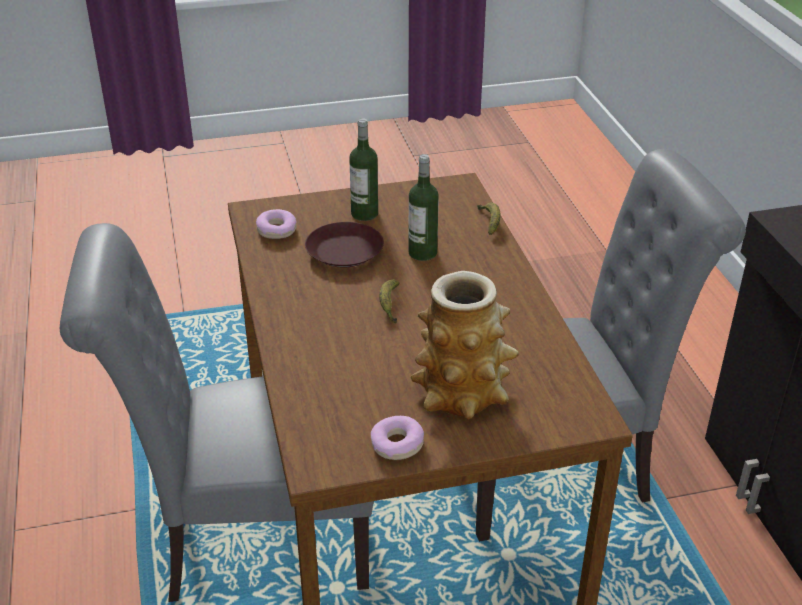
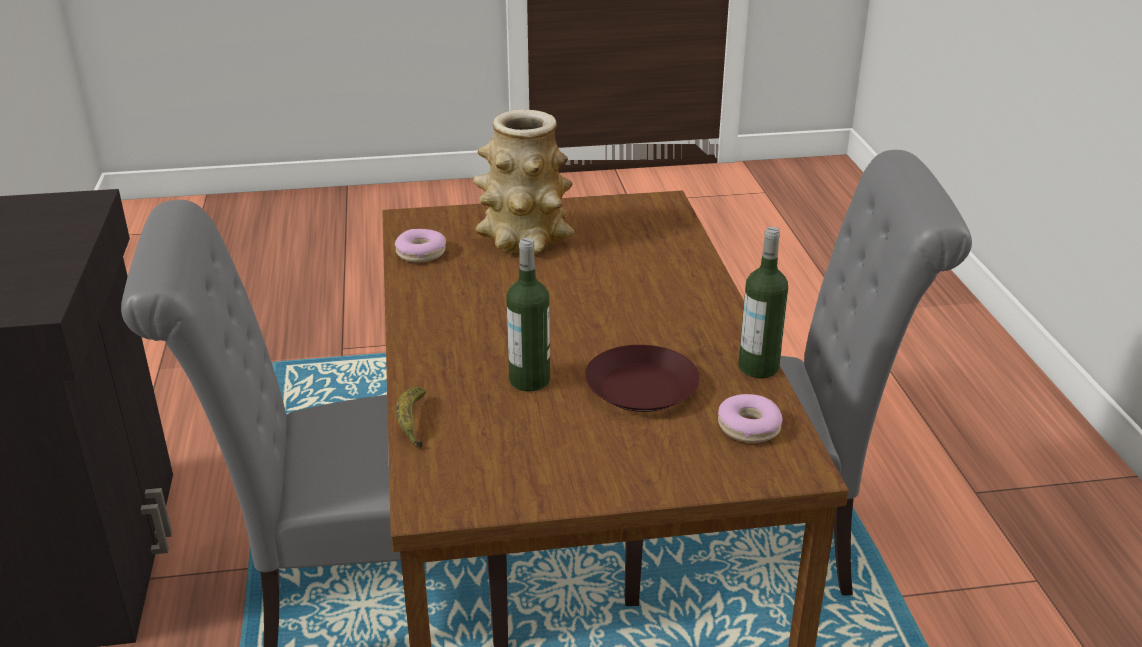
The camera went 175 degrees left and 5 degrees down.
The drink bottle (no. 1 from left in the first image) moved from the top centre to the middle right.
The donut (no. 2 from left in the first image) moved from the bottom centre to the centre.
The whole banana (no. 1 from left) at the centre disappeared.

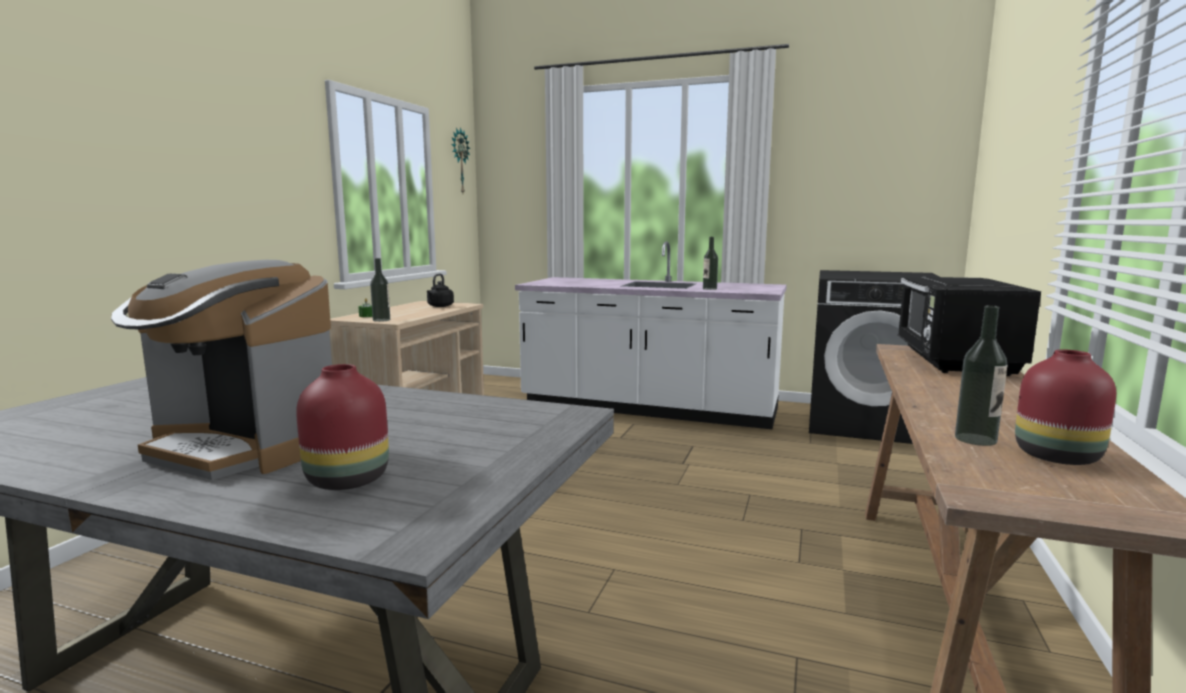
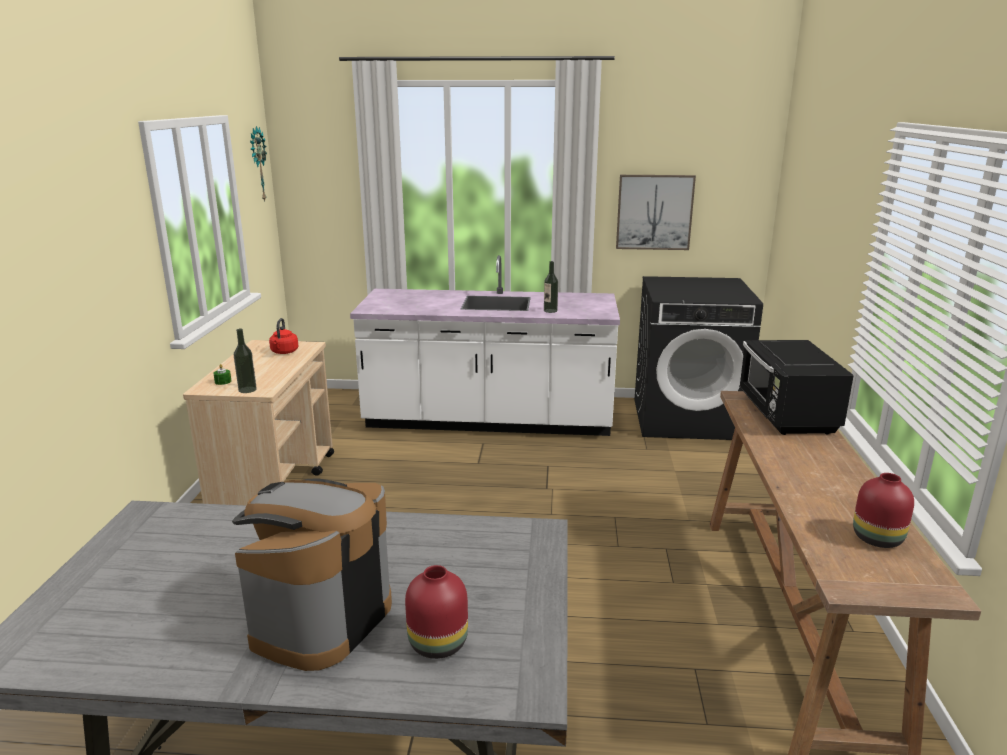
The camera went 15 degrees left and 10 degrees up.
The coffee machine at the middle left turned 105 degrees clockwise.
The black-coloured water kettle at the centre became the reddish water kettle at the middle left.
The drink bottle (no. 3 from left) at the middle right disappeared.
The picture at the top centre appeared.

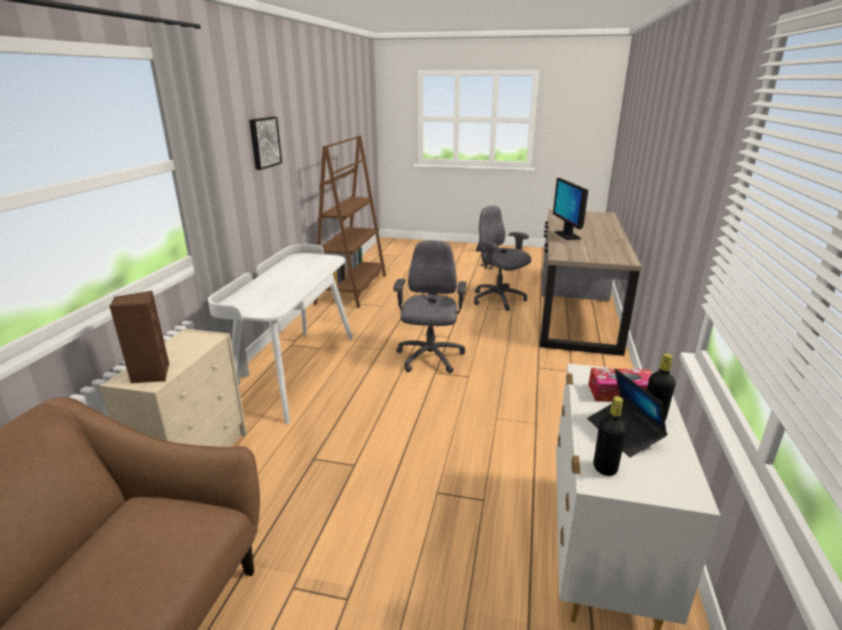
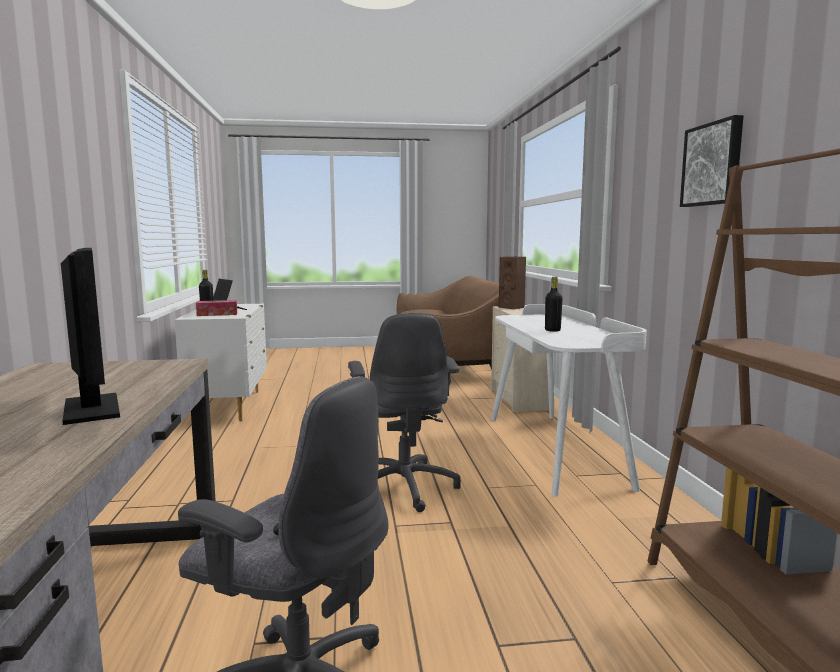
The camera went 160 degrees right and 15 degrees down.
The black-coloured drink bottle (no. 1 from left in the first image) moved from the bottom right to the centre.

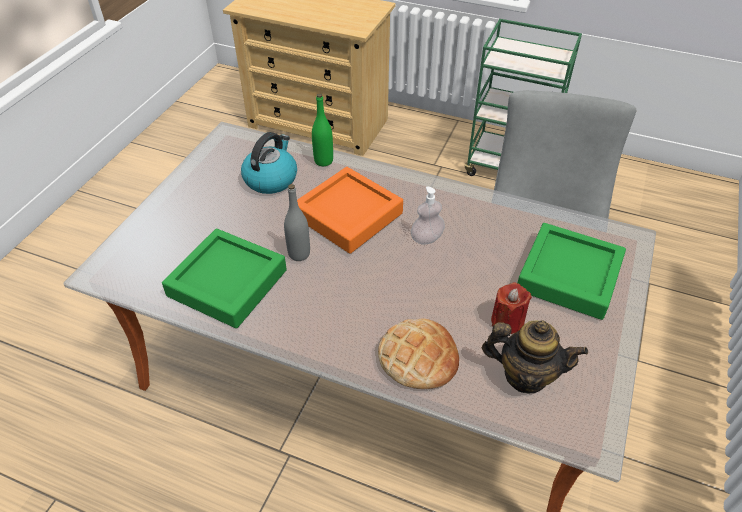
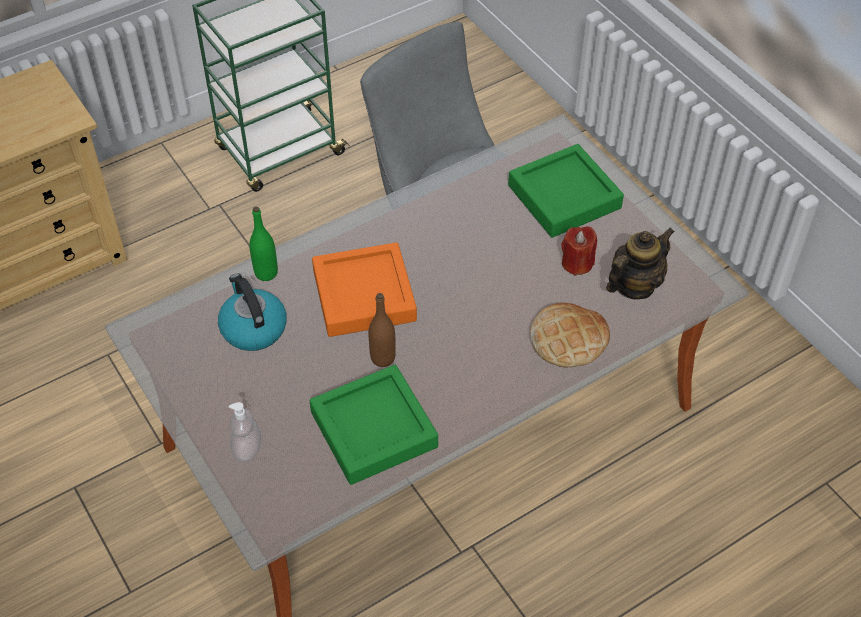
The camera went 55 degrees left and 5 degrees up.
The gray drink bottle at the centre became the brownish drink bottle at the centre.
The liquid soap bottle moved from the centre to the bottom left.

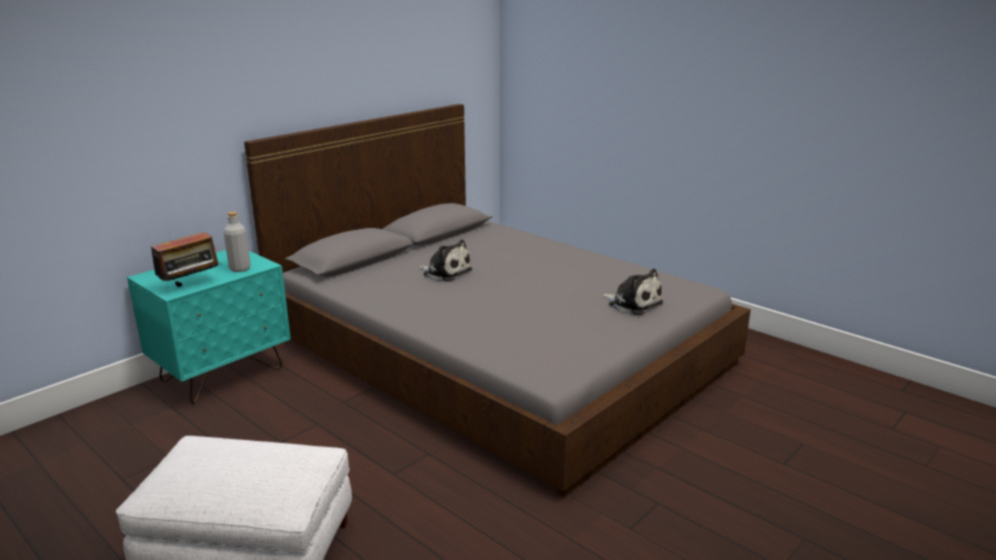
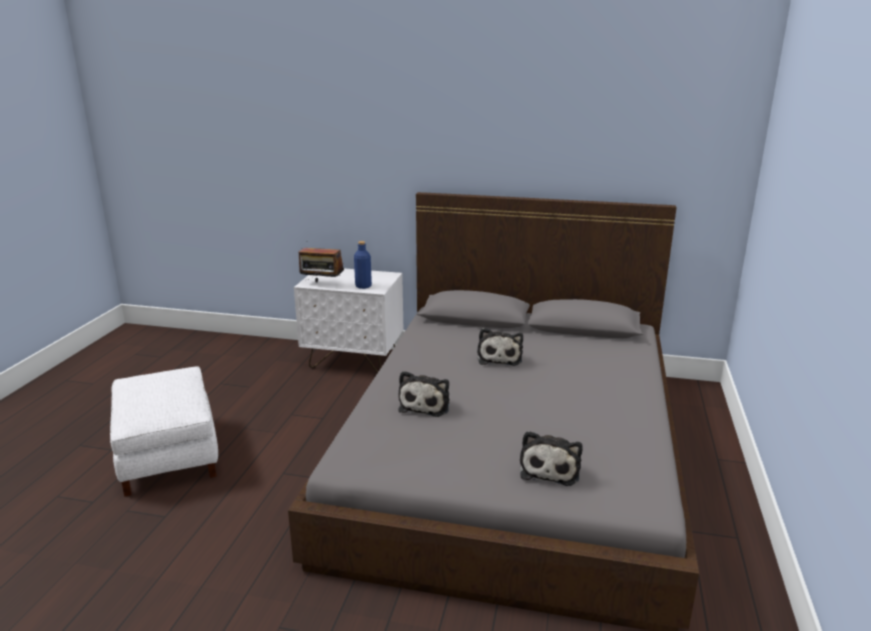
The camera went 60 degrees right and 0 degrees up.
The turquoise night table at the middle left became the white night table at the centre.
The gray drink bottle at the middle left became the bluish drink bottle at the centre.
The cuddly toy (no. 1 from left) at the centre appeared.

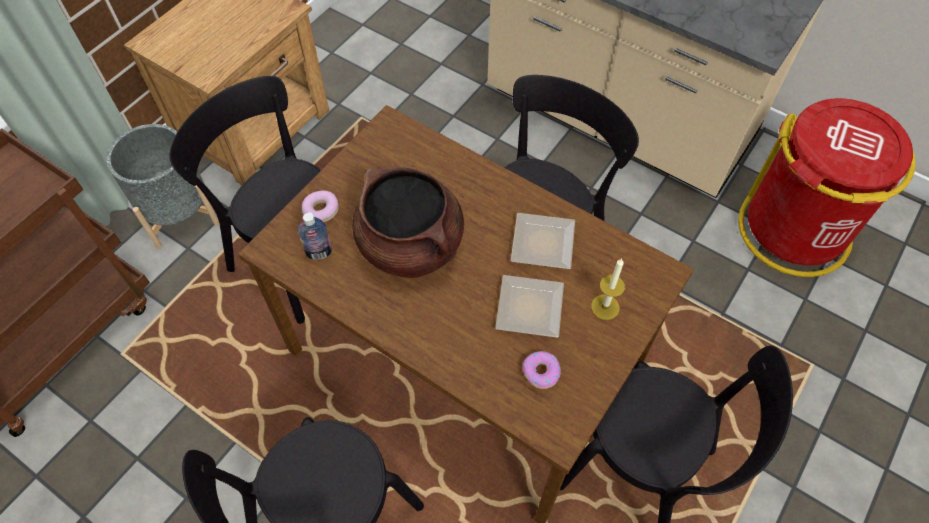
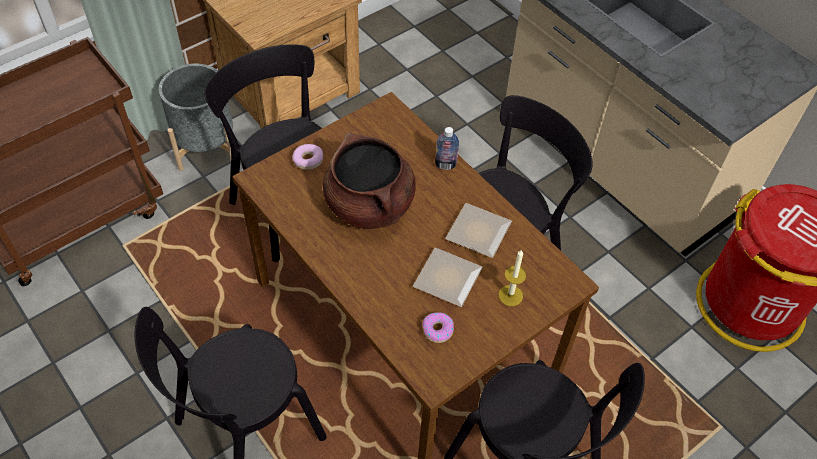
The camera went 15 degrees right and 5 degrees down.
The drink bottle moved from the centre to the top centre.

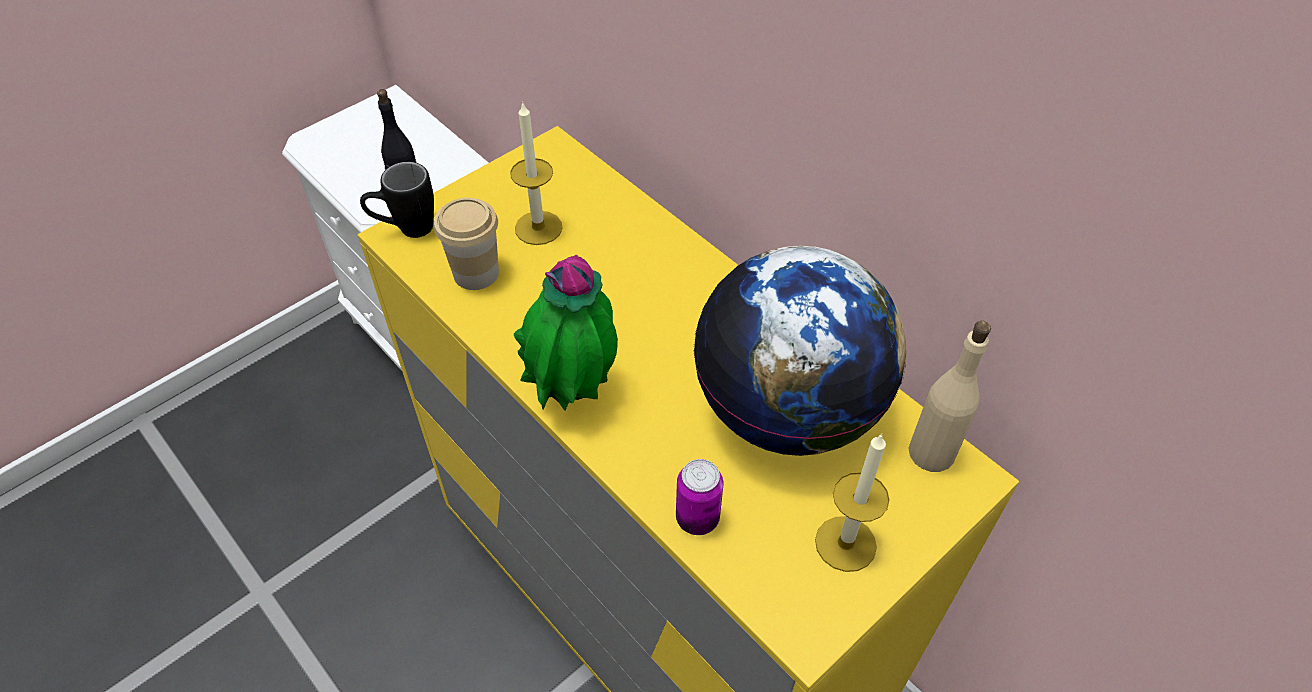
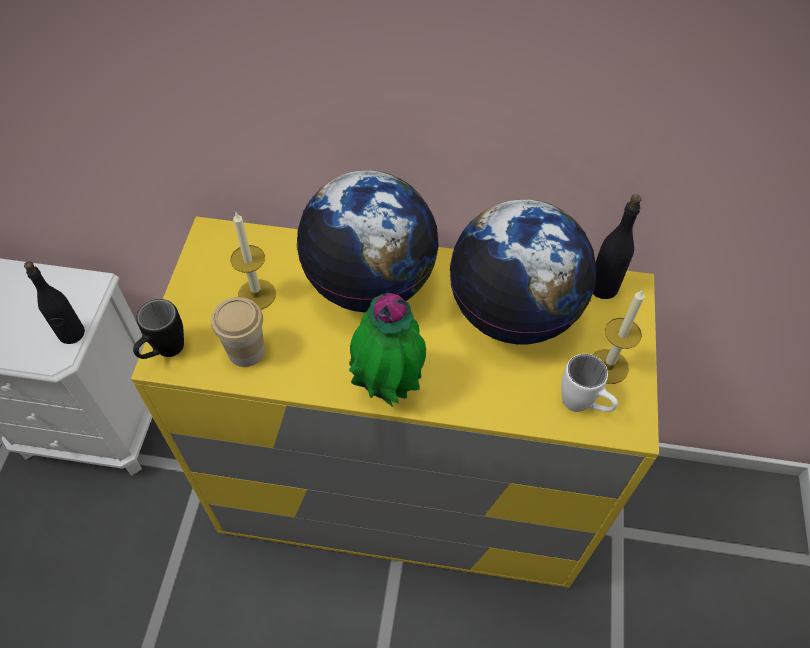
The camera went 40 degrees left and 5 degrees up.
The metal can at the bottom centre disappeared.
The sand-coloured drink bottle at the middle right became the black-coloured drink bottle (no. 2 from left) at the middle right.
The world globe (no. 1 from left) at the centre appeared.
The white coffee mug at the middle right appeared.

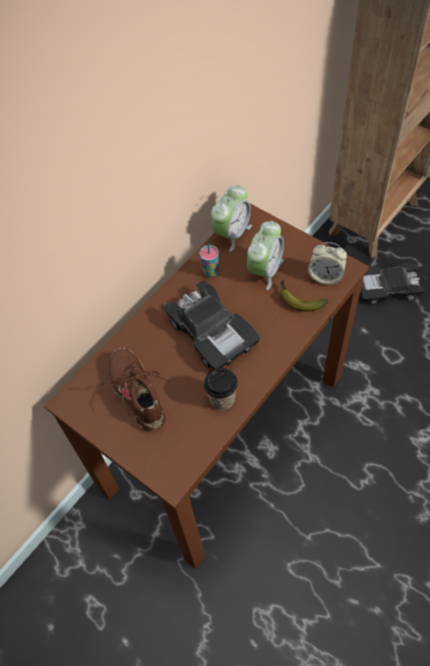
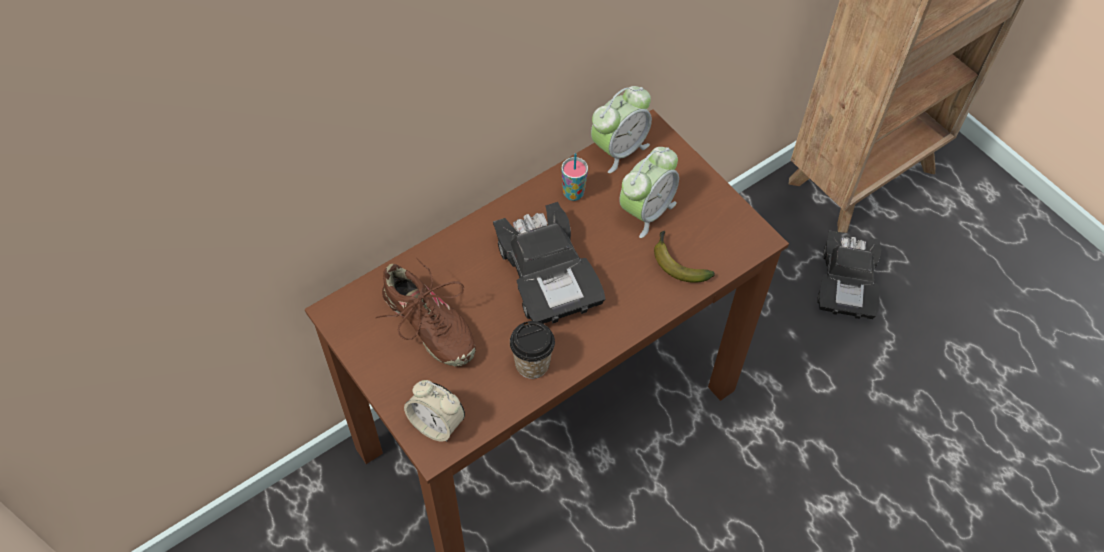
The camera went 10 degrees right and 0 degrees up.
The brownish item of footwear at the middle left turned 150 degrees clockwise.
The bedside clock (no. 3 from left in the first image) moved from the middle right to the bottom centre.
The black-coloured model car (no. 2 from left) at the middle right turned 90 degrees counterclockwise.

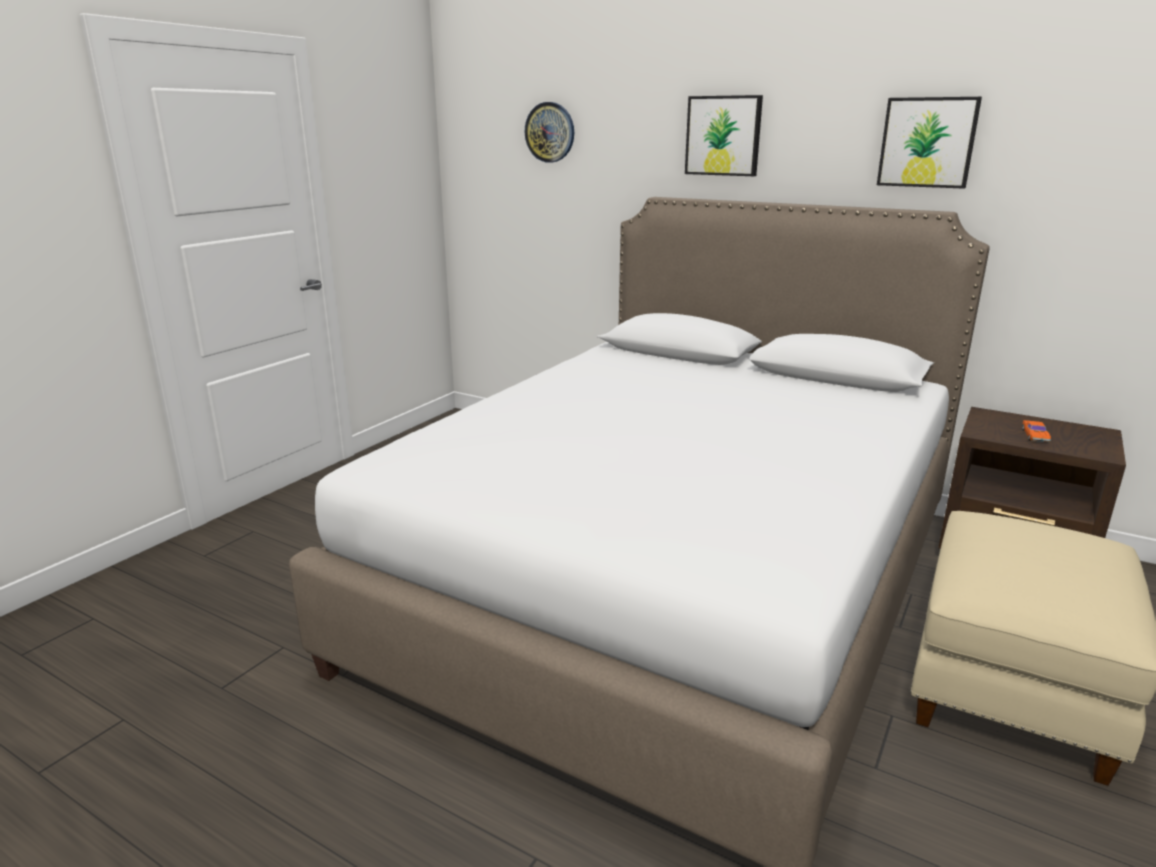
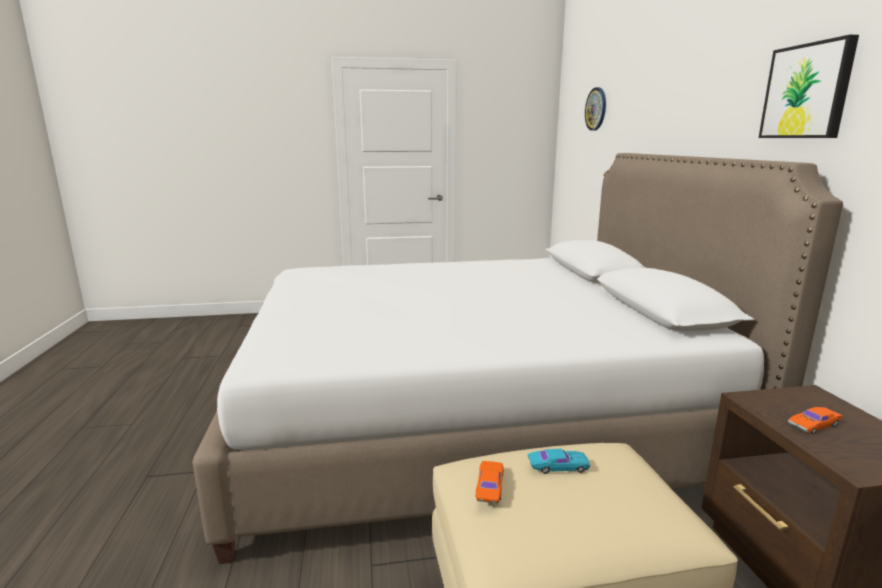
The camera went 50 degrees right and 5 degrees down.
The picture (no. 1 from left) at the top centre disappeared.
The orangey model car (no. 1 from left) at the bottom centre appeared.
The turquoise model car at the bottom centre appeared.

